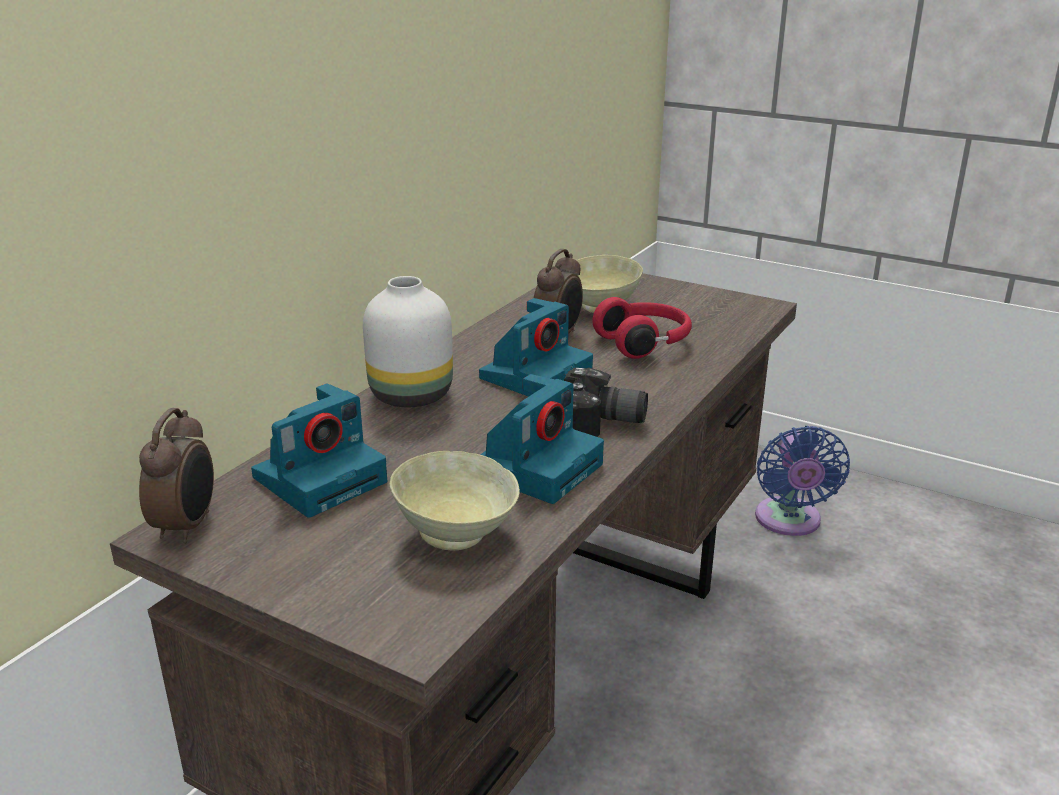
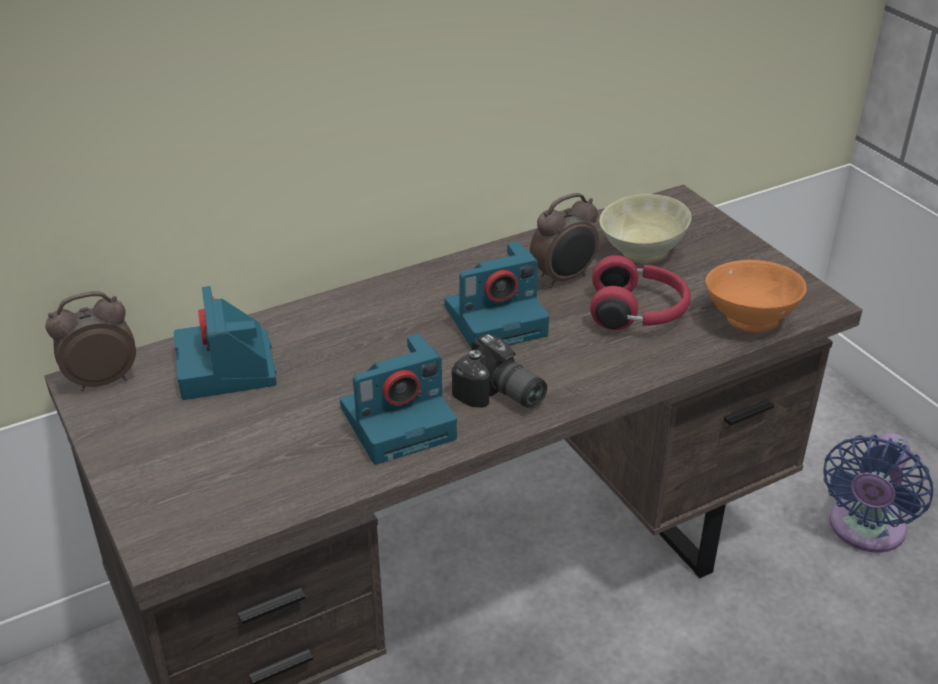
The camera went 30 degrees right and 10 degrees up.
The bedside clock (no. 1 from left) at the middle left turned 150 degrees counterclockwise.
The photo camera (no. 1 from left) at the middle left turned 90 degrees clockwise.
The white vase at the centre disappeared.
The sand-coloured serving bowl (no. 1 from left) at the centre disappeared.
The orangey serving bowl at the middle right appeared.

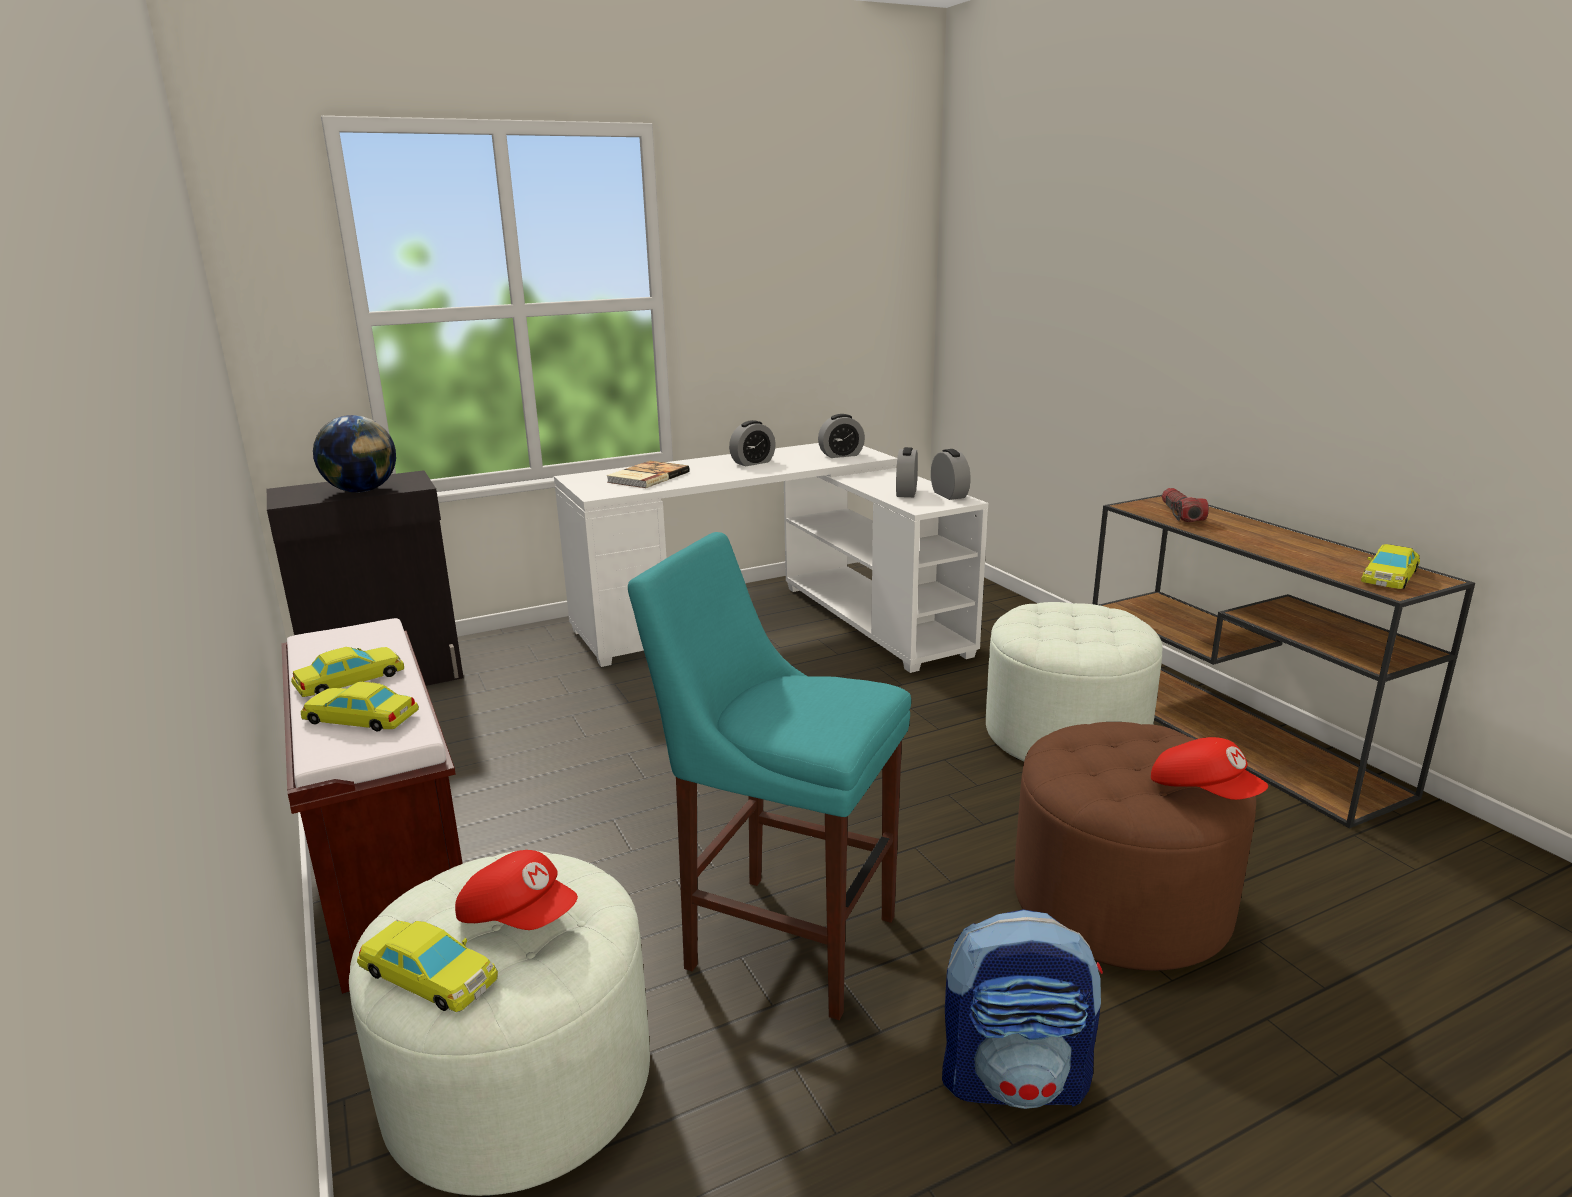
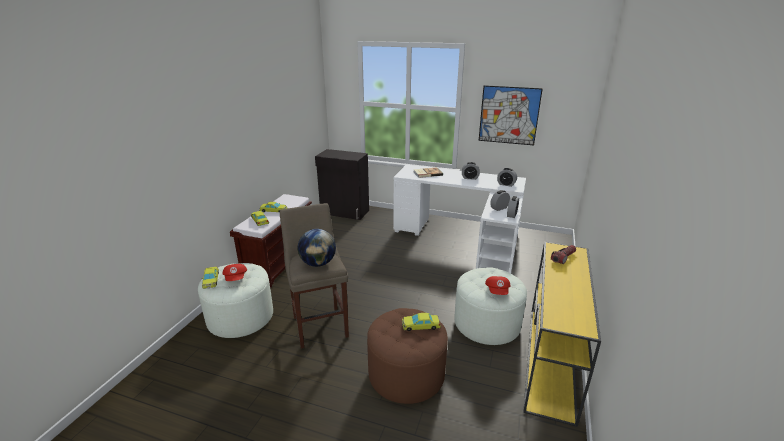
The camera went 45 degrees right and 5 degrees up.
The world globe moved from the middle left to the centre.
The turquoise sitting stool at the centre became the sand-coloured sitting stool at the centre.
The backpack at the bottom centre disappeared.
The brownish console table at the middle right became the yellow-coloured console table at the bottom right.
The reddish peaked cap (no. 2 from left) moved from the middle right to the centre.
The yellow-coloured model car (no. 4 from left) moved from the middle right to the bottom centre.
The picture at the top centre appeared.

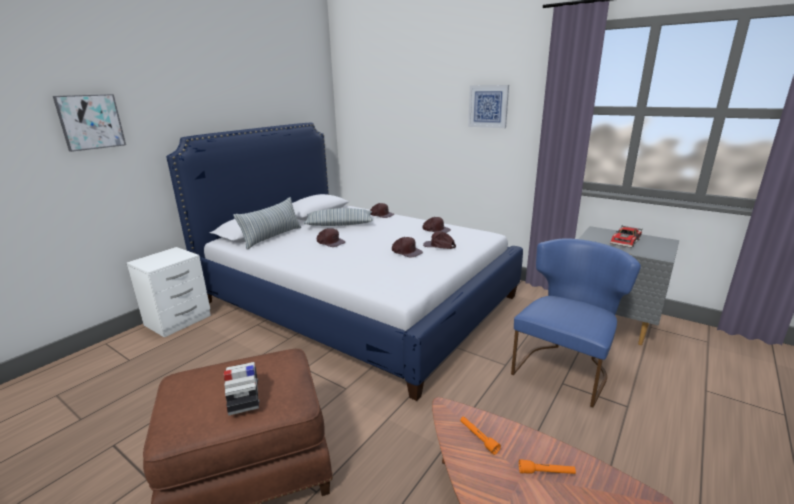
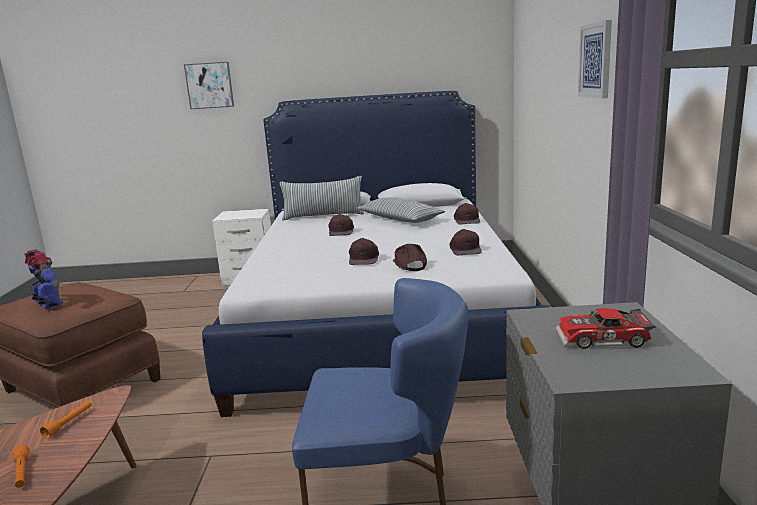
The camera went 55 degrees right and 5 degrees down.
The model car (no. 1 from left) at the bottom left was replaced by the robot figure at the middle left.

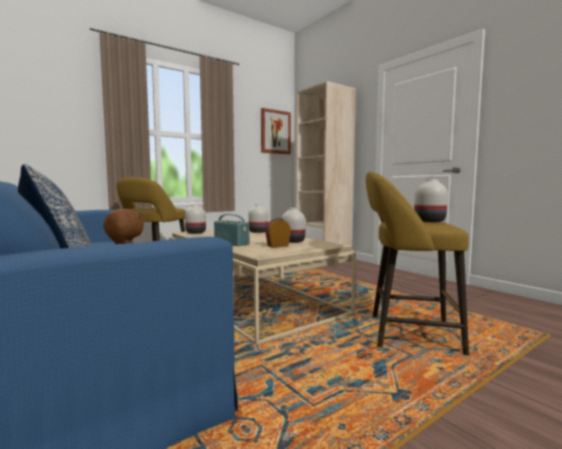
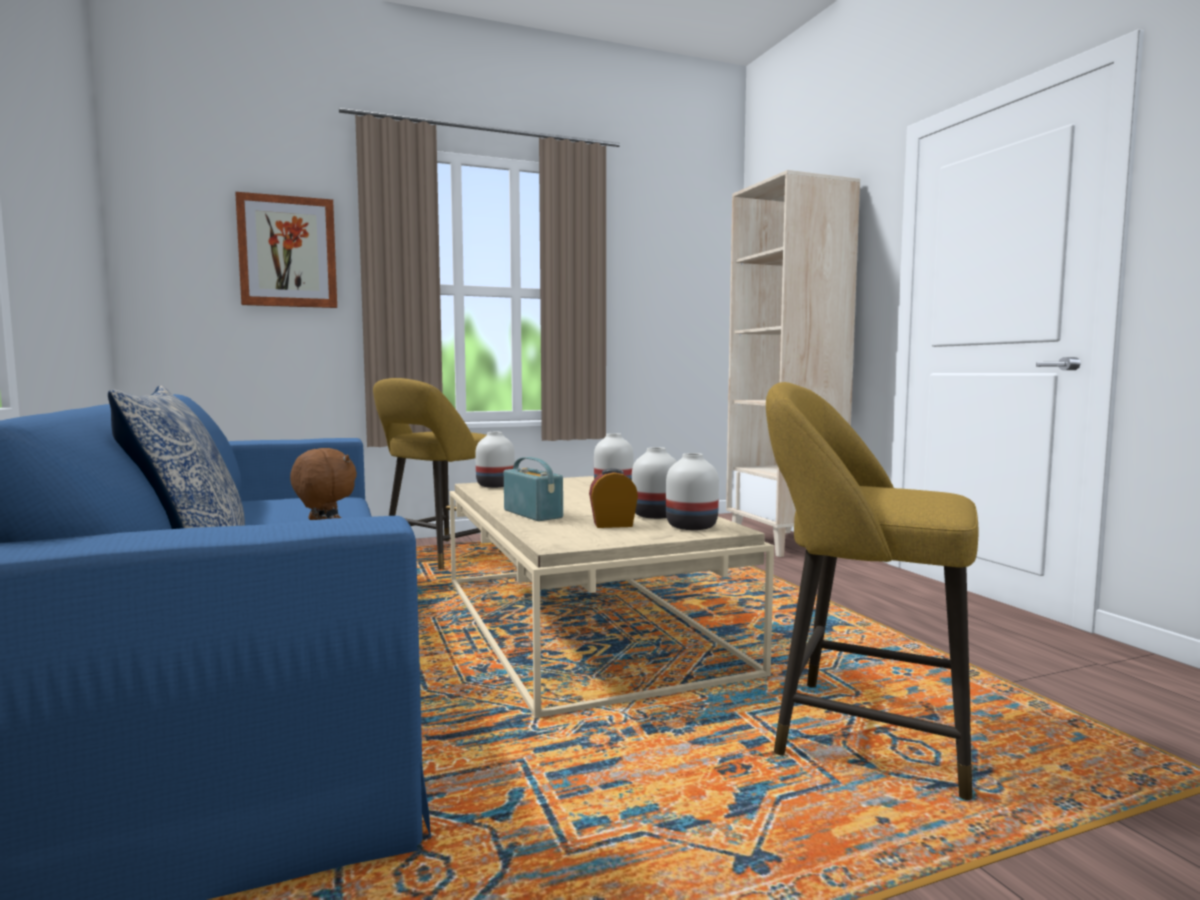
The camera went 15 degrees right and 0 degrees up.
The picture moved from the top centre to the top left.
The white vase (no. 4 from left) moved from the middle right to the centre.

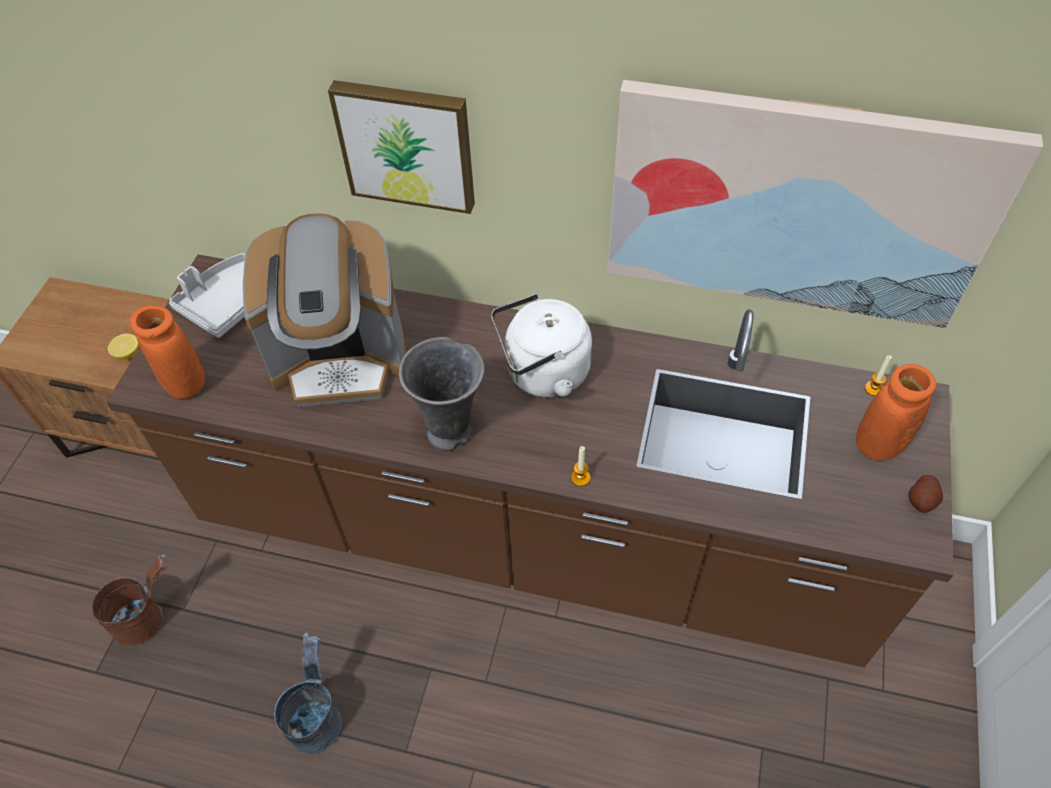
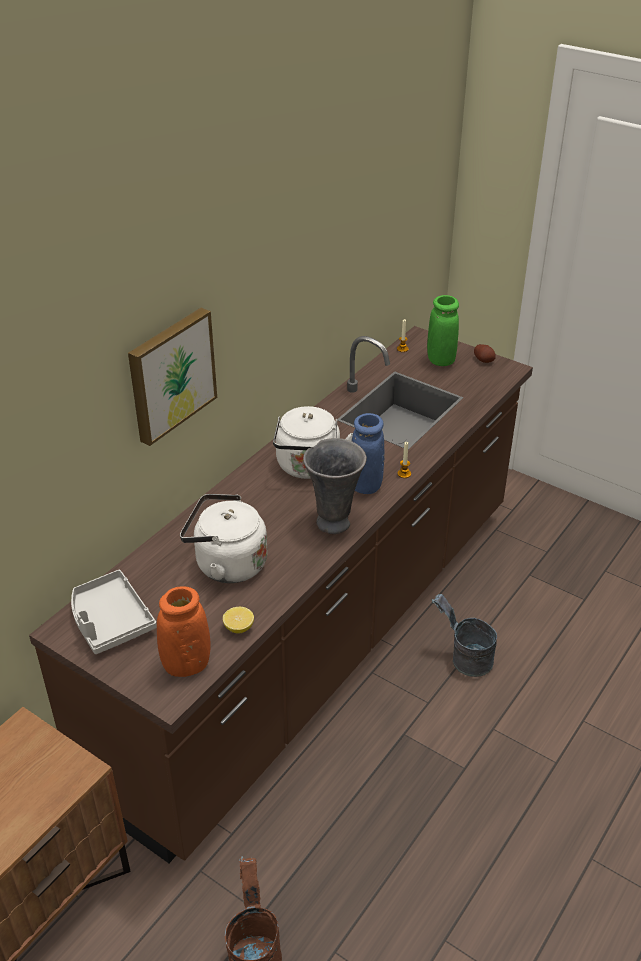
The camera went 70 degrees left and 15 degrees down.
The whole lemon moved from the middle left to the centre.
The coffee machine at the middle left was replaced by the white water kettle (no. 1 from left) at the centre.
The gray water bucket moved from the bottom left to the middle right.
The picture (no. 2 from left) at the top right disappeared.
The orangey vase (no. 2 from left) at the middle right became the green-coloured vase at the middle right.
The bluish vase at the centre appeared.

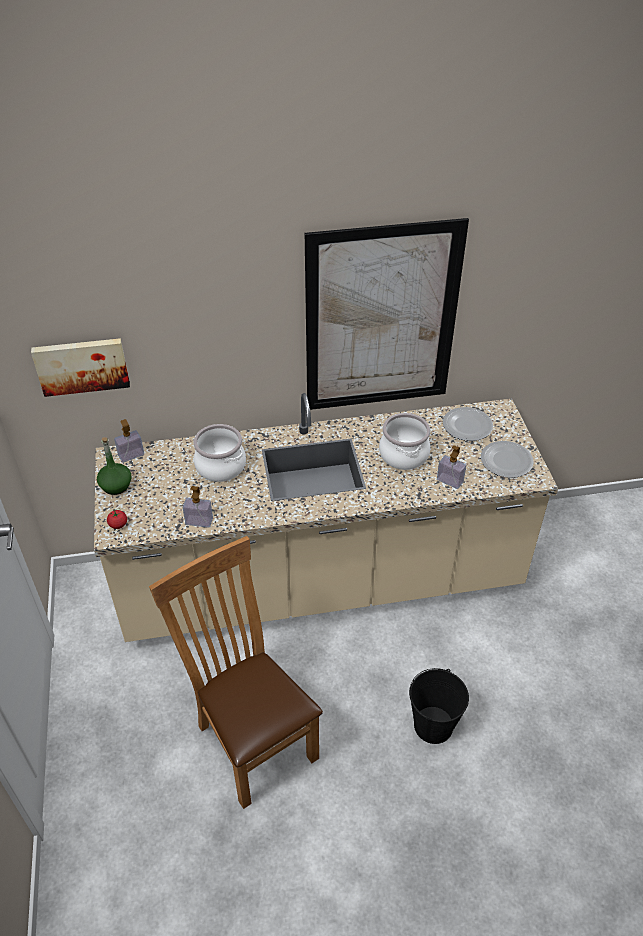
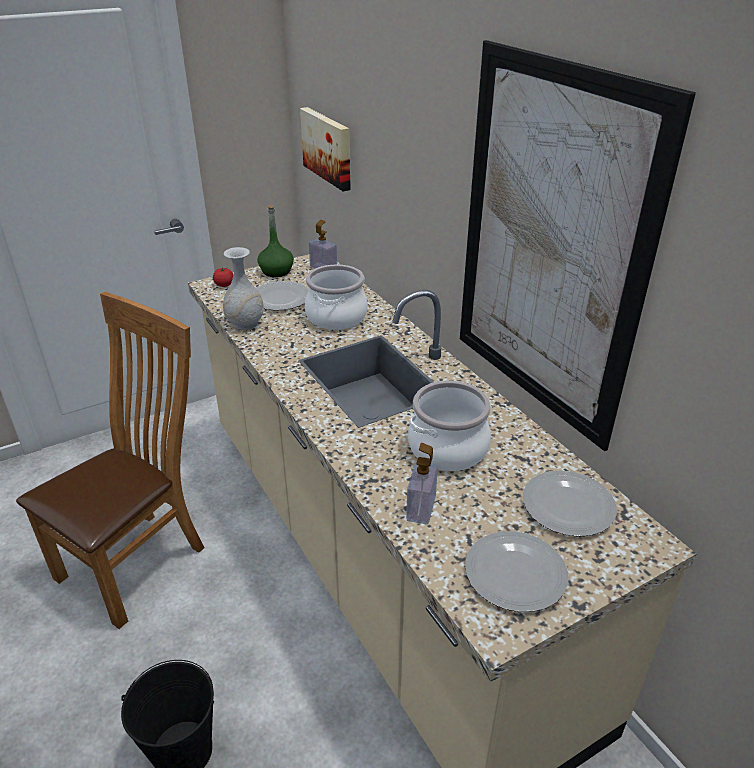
The camera went 70 degrees right and 10 degrees down.
The liquid soap bottle (no. 2 from left) at the middle left was replaced by the white vase at the middle left.
The flat dish (no. 1 from left) at the centre appeared.

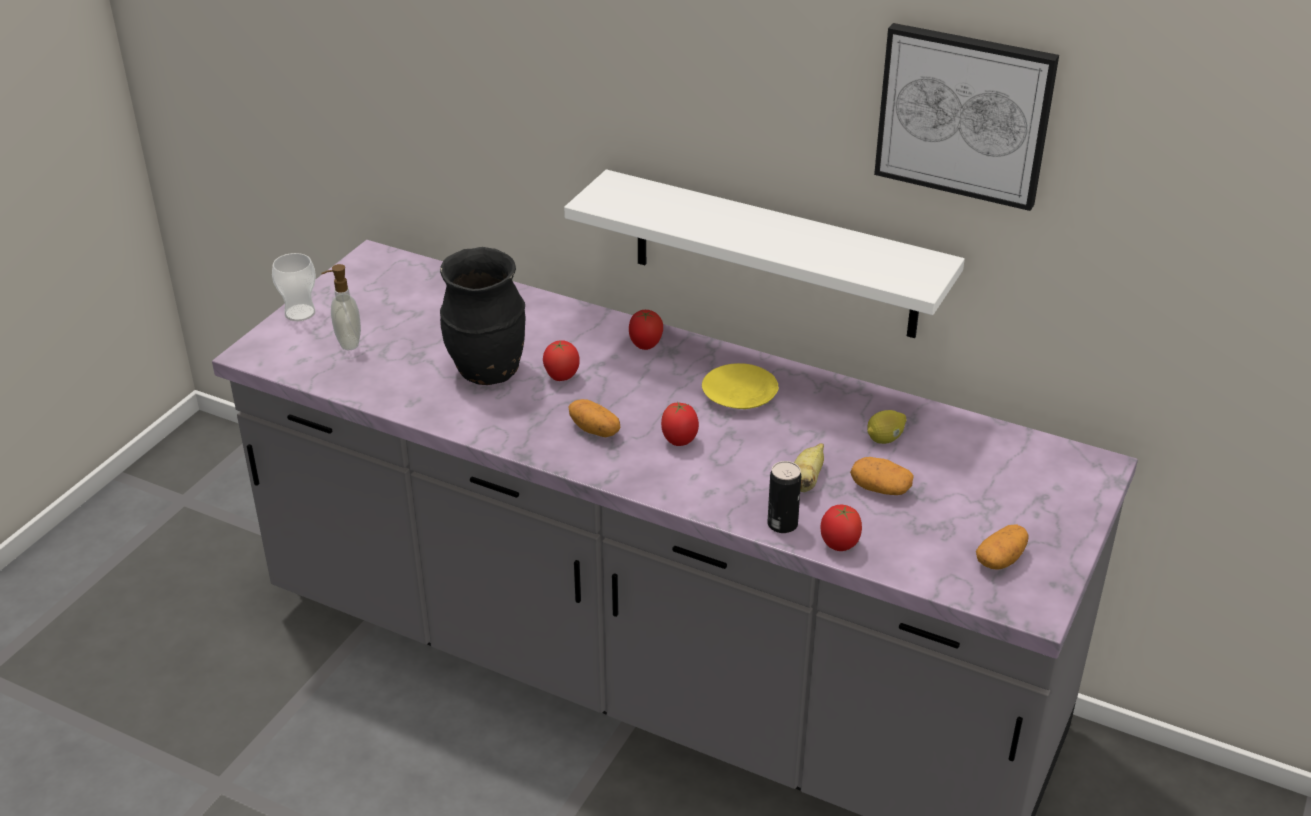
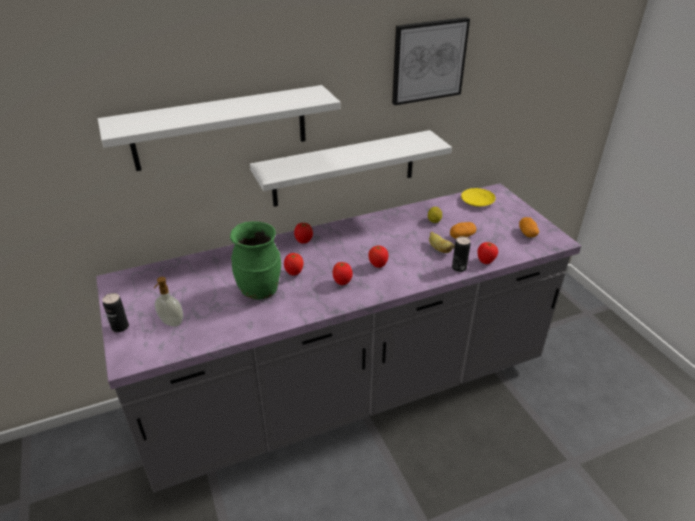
The camera went 50 degrees left and 0 degrees up.
The cup at the middle left was replaced by the metal can (no. 1 from left) at the middle left.
The black-coloured vase at the centre became the green-coloured vase at the centre.
The potato (no. 1 from left) at the centre was replaced by the tomato (no. 3 from left) at the centre.
The yellow-coloured flat dish moved from the centre to the middle right.
The white wall shelf (no. 1 from left) at the top left appeared.

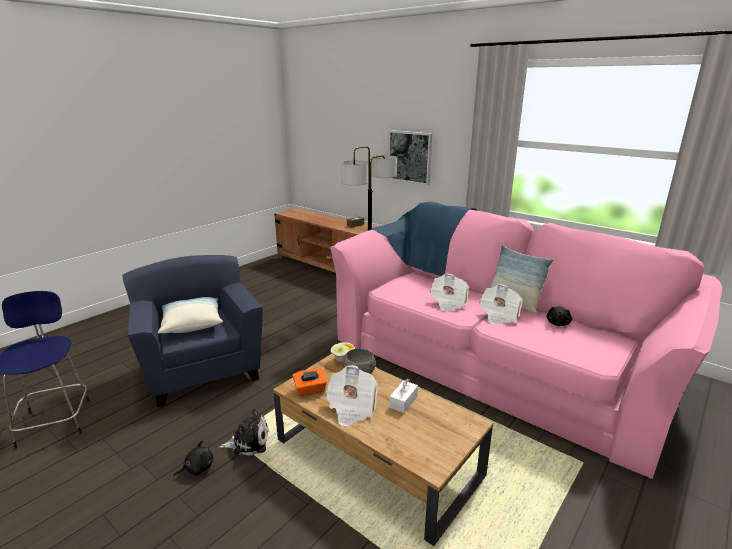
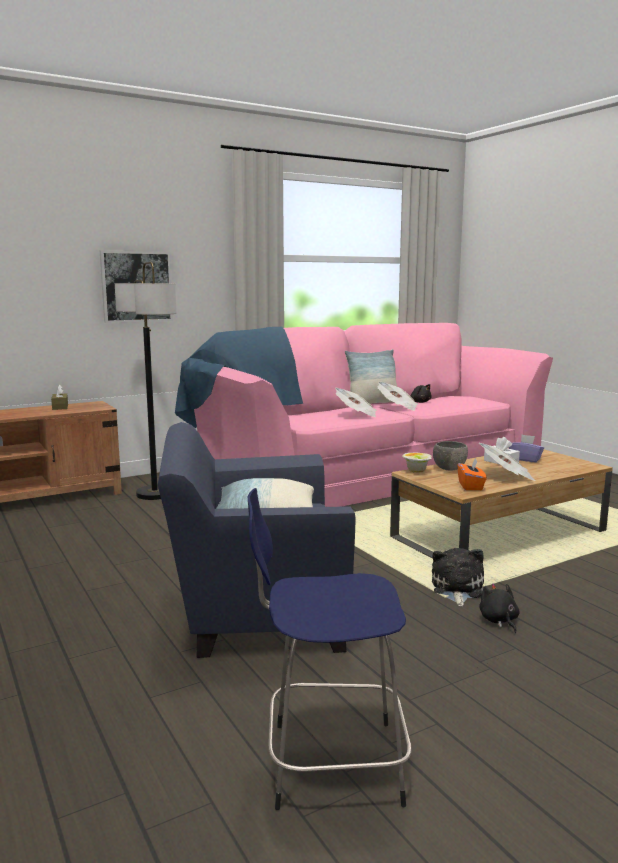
The camera went 70 degrees left and 10 degrees down.
The purple-coloured tissue box at the middle right appeared.

